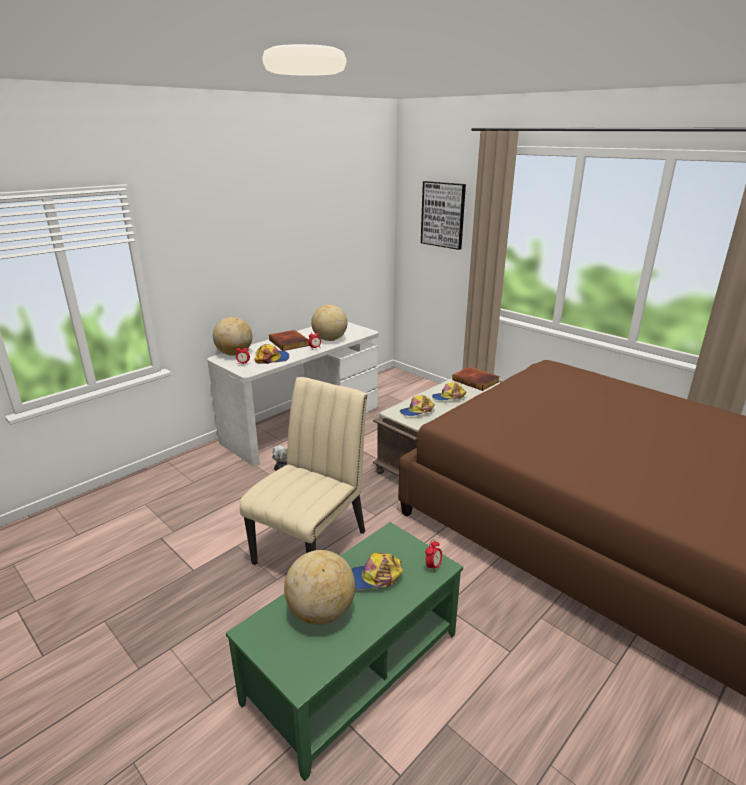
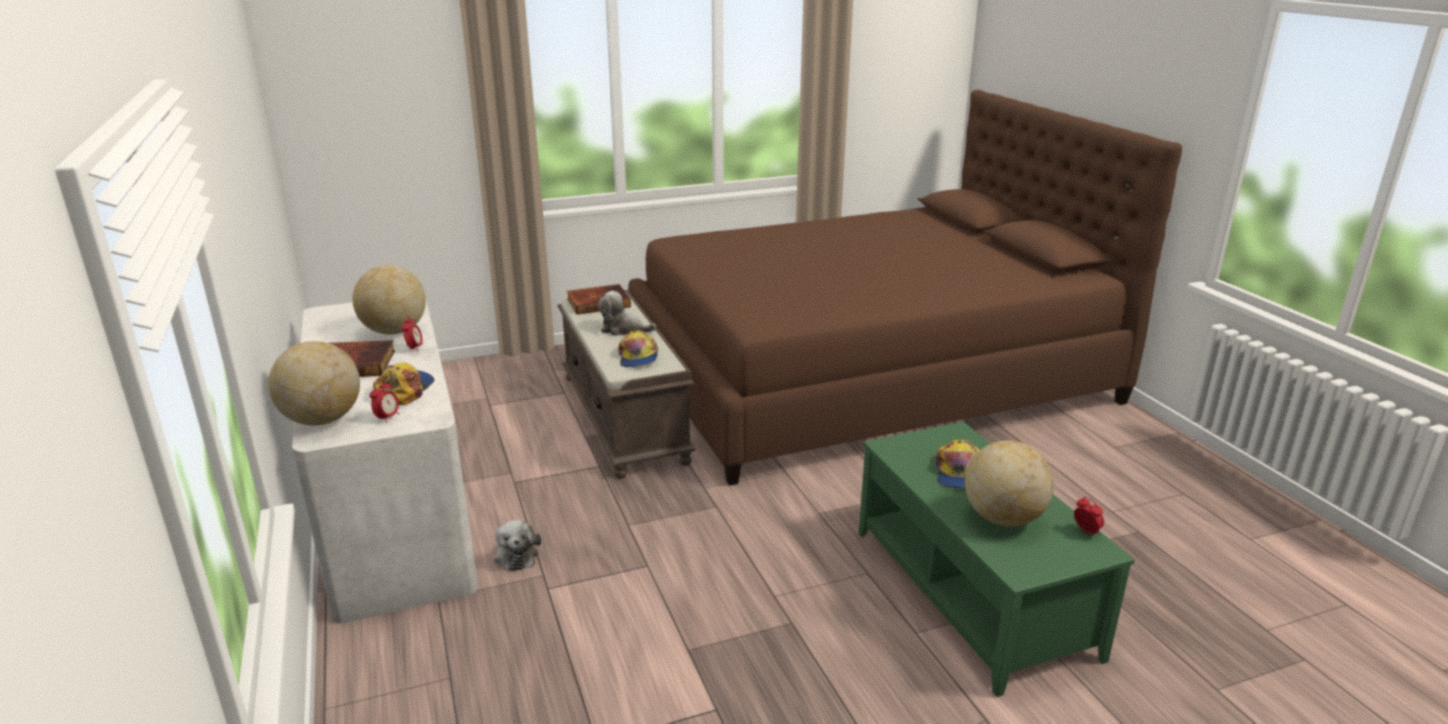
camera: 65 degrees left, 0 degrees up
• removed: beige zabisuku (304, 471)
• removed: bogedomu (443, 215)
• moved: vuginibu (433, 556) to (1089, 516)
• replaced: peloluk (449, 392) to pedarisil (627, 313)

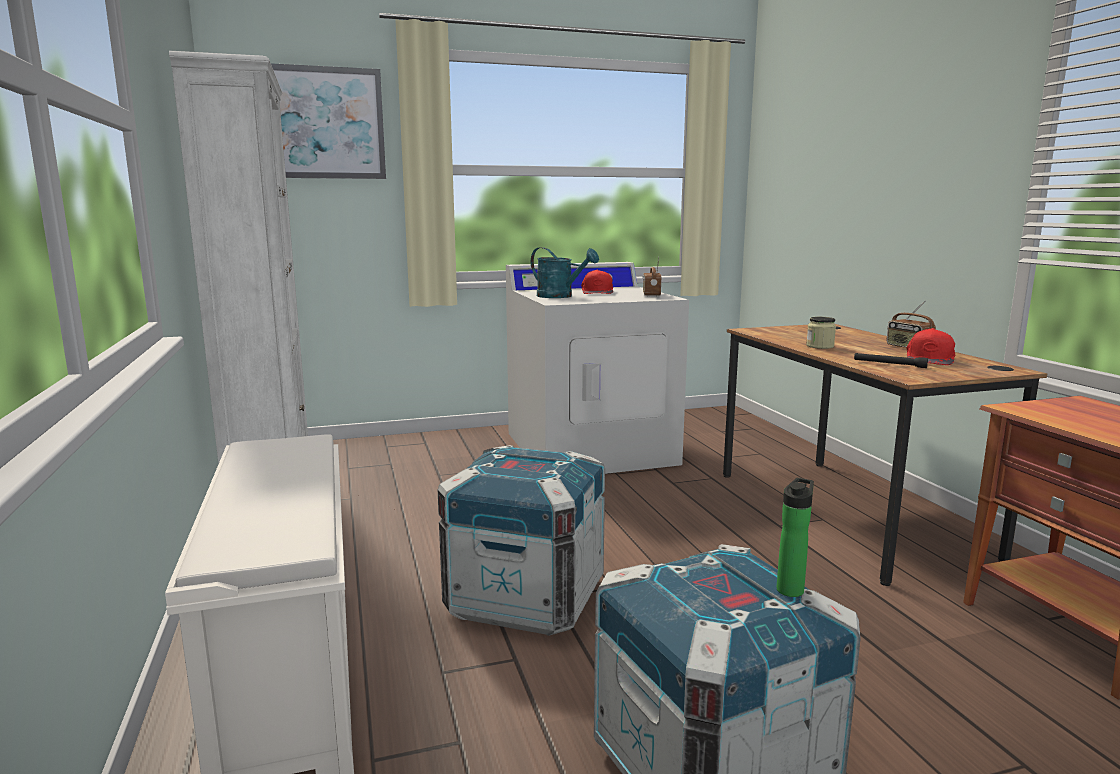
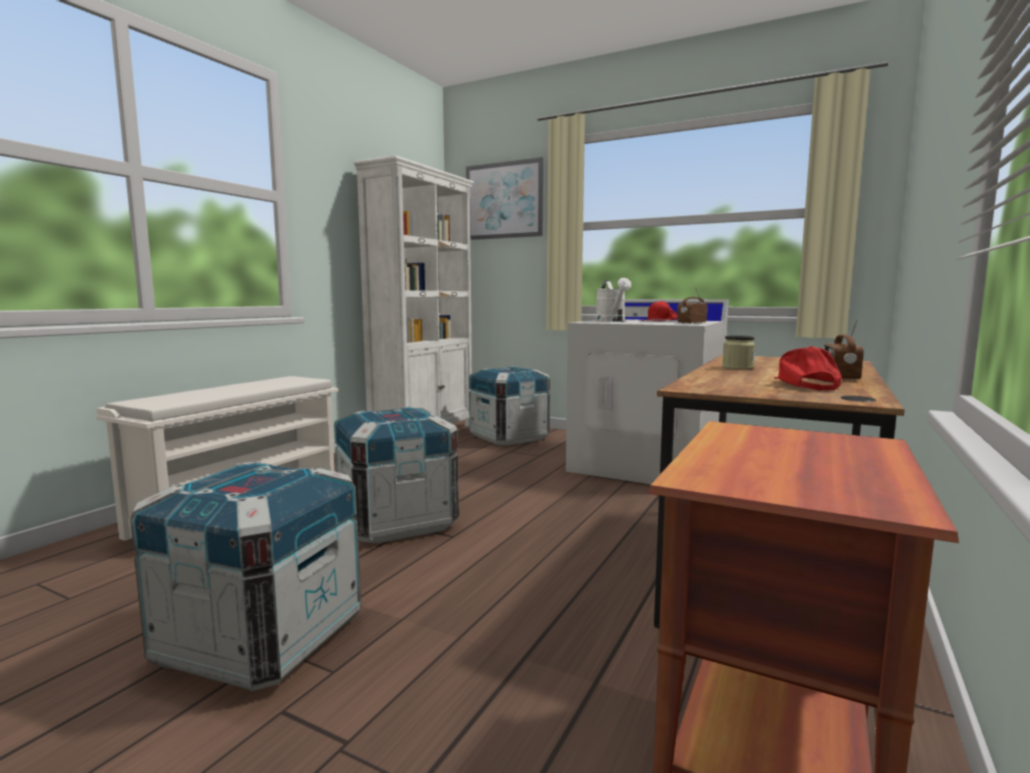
camera: 45 degrees right, 5 degrees down
• removed: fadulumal (795, 537)
• removed: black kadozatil (891, 360)
• added: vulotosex (509, 406)
• recoloured: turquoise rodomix (565, 272) to white rodomix (613, 300)
• turned: red peloluk (931, 346) = (808, 368) 120 degrees clockwise

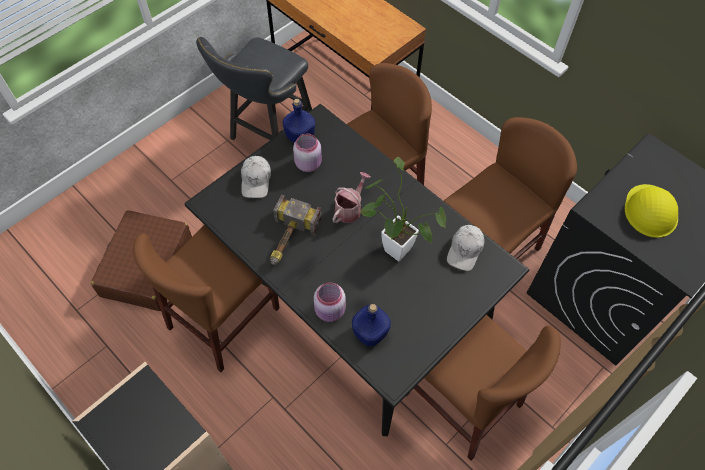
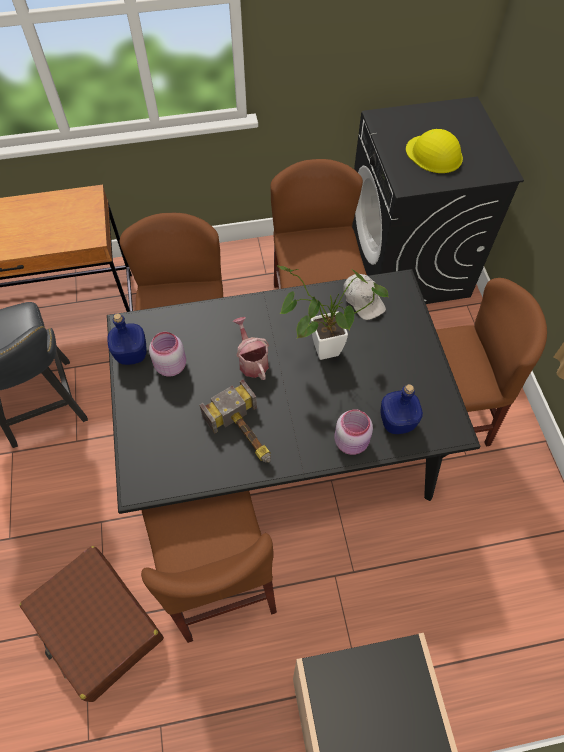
camera: 55 degrees left, 0 degrees up
• removed: white peloluk (256, 177)

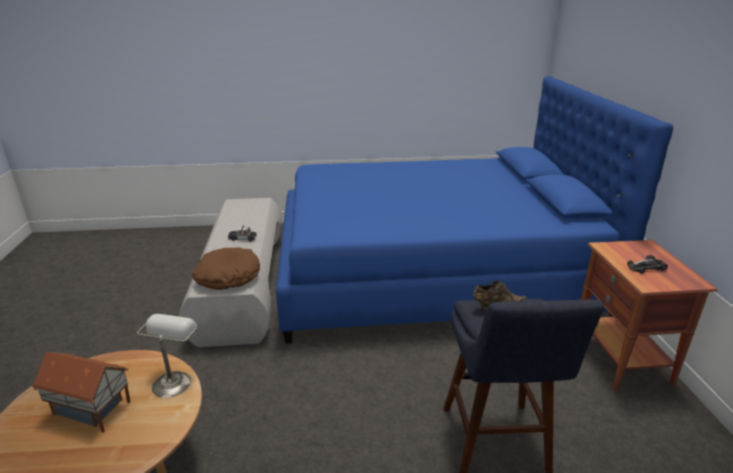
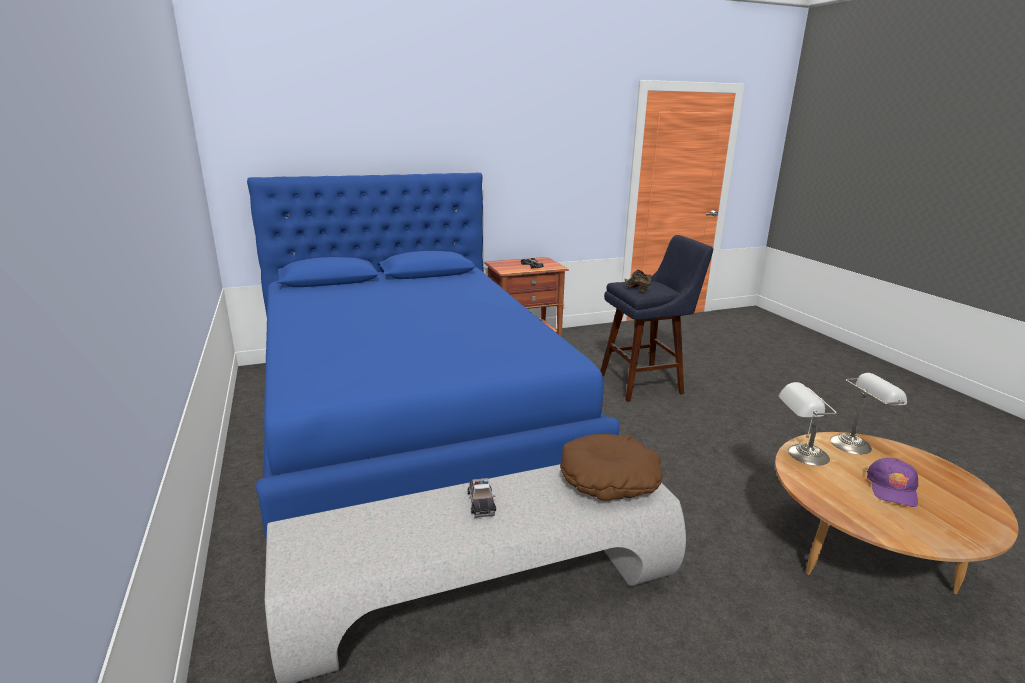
camera: 105 degrees left, 5 degrees down
• added: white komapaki (868, 413)
• replaced: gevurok (81, 392) to purple peloluk (892, 482)

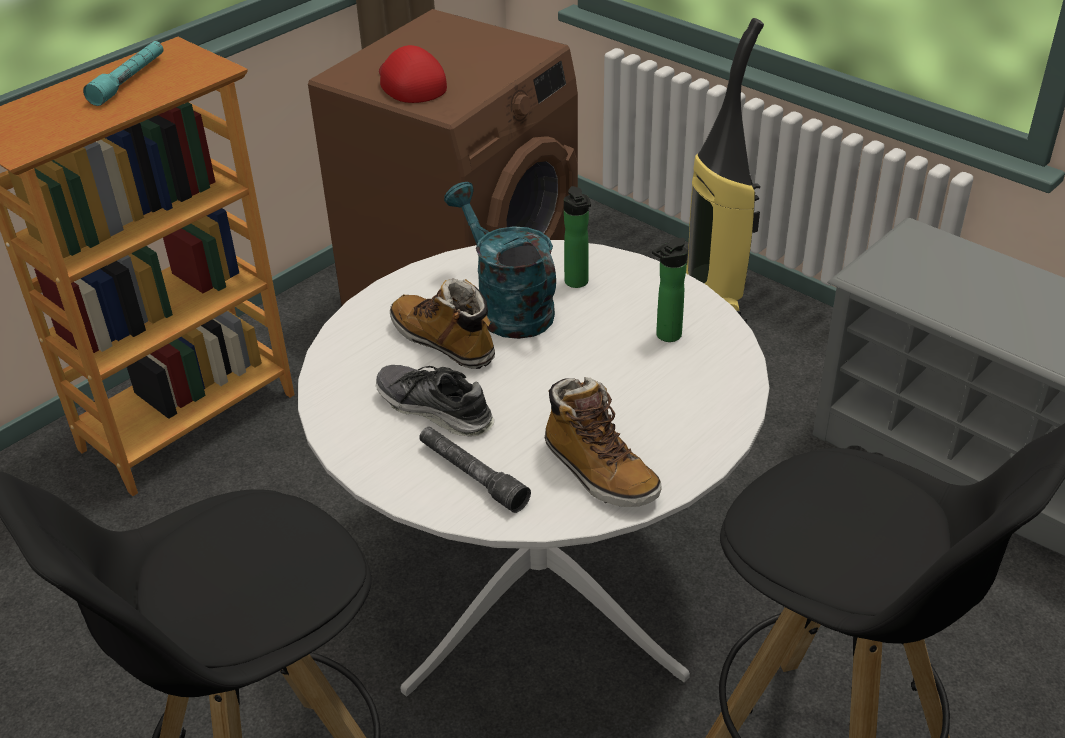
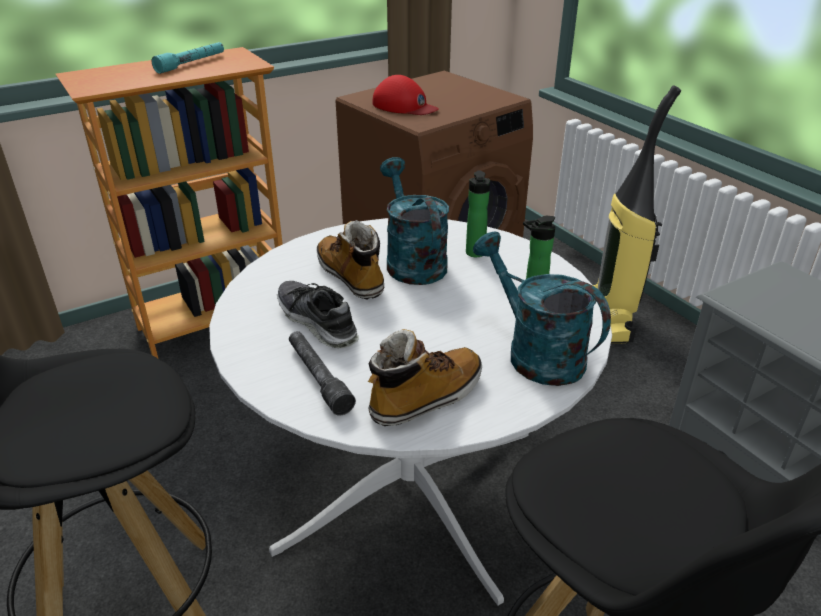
camera: 15 degrees right, 5 degrees down
• added: turquoise rodomix (542, 308)
• turned: red peloluk (413, 74) = (406, 95) 135 degrees clockwise
• turned: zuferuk (603, 442) = (425, 377) 105 degrees counterclockwise

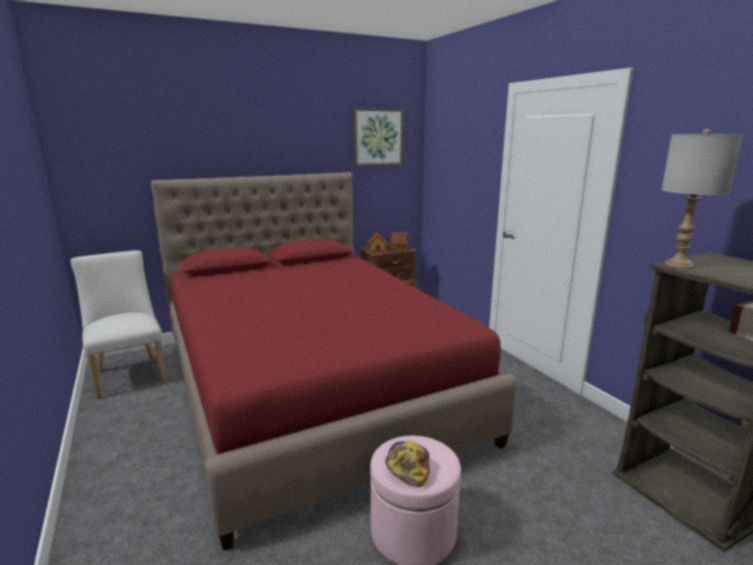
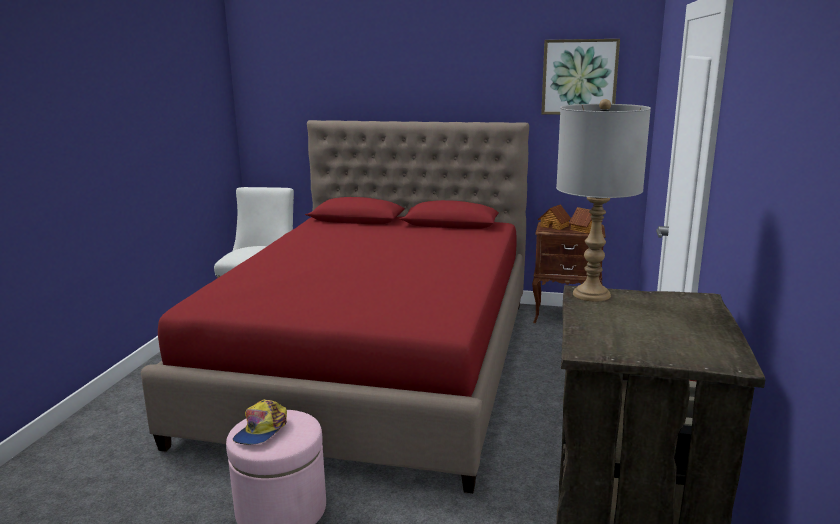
camera: 40 degrees right, 0 degrees up
• turned: peloluk (407, 464) = (260, 422) 150 degrees clockwise

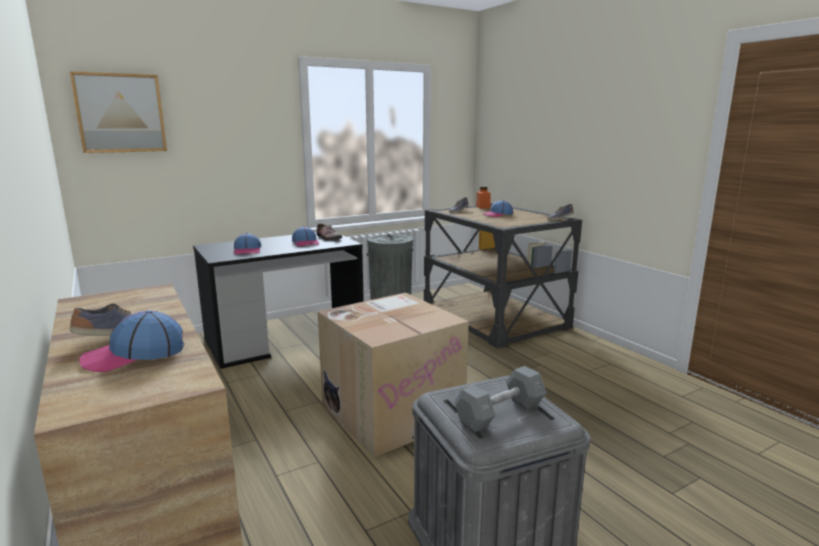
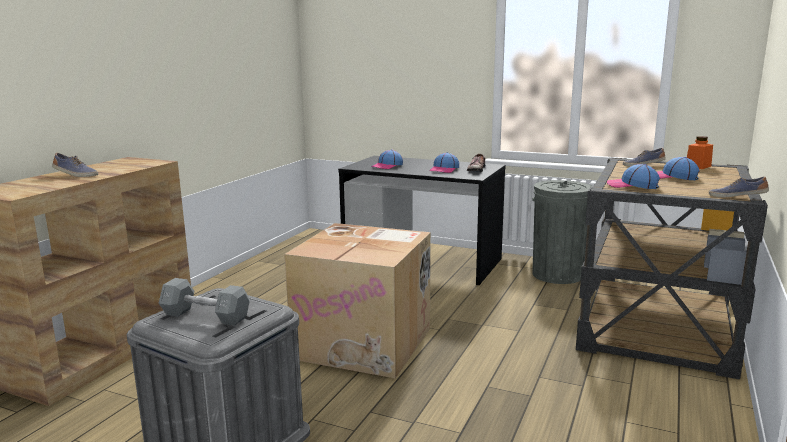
camera: 55 degrees right, 0 degrees up
• removed: bogedomu (118, 112)
• moved: peloluk (131, 341) to (633, 176)

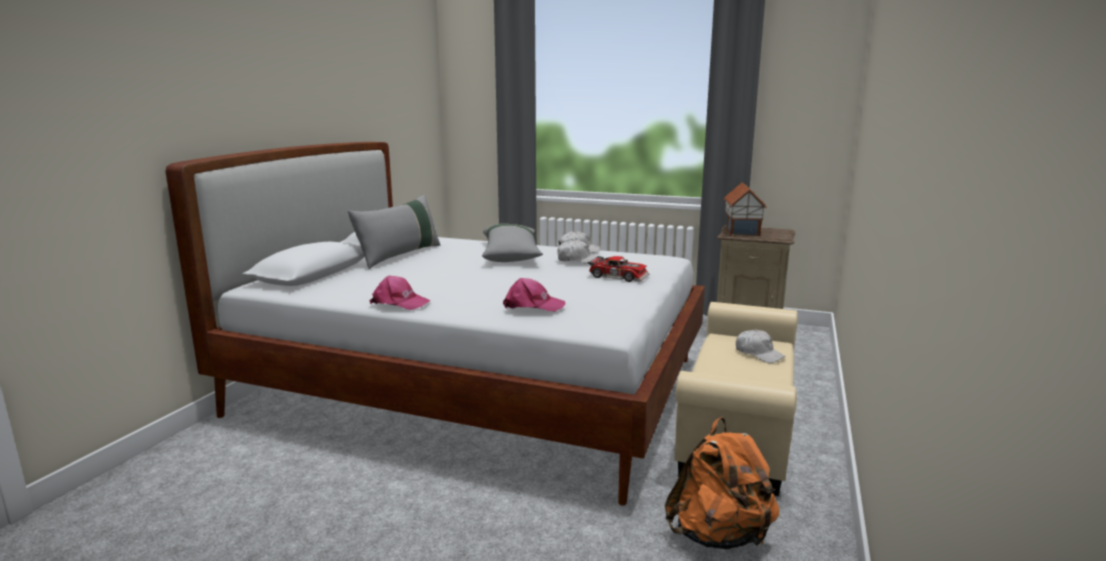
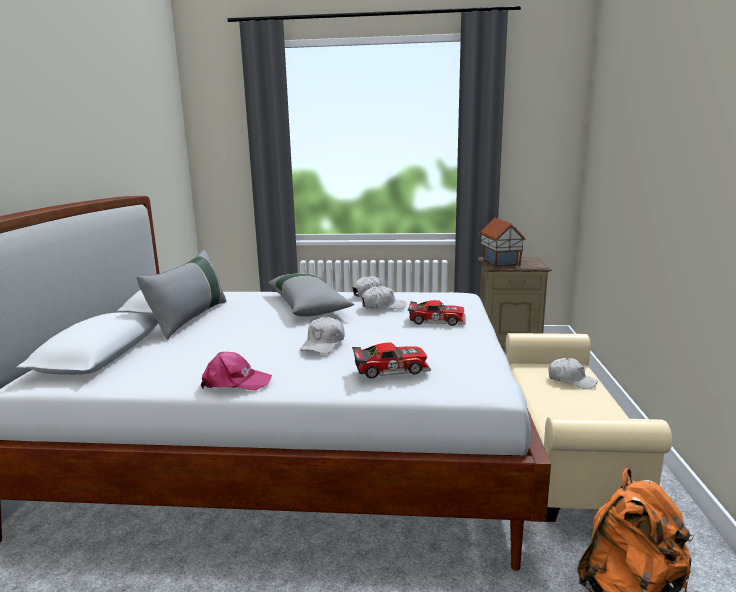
camera: 15 degrees left, 0 degrees up
• added: white peloluk (322, 335)
• replaced: pink peloluk (534, 295) to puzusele (391, 360)

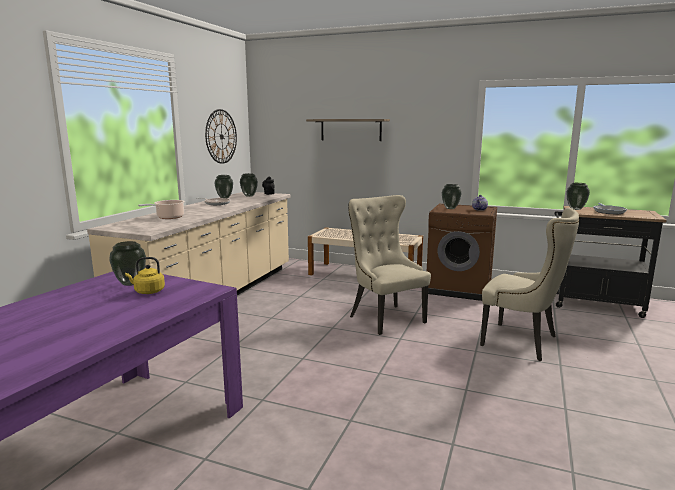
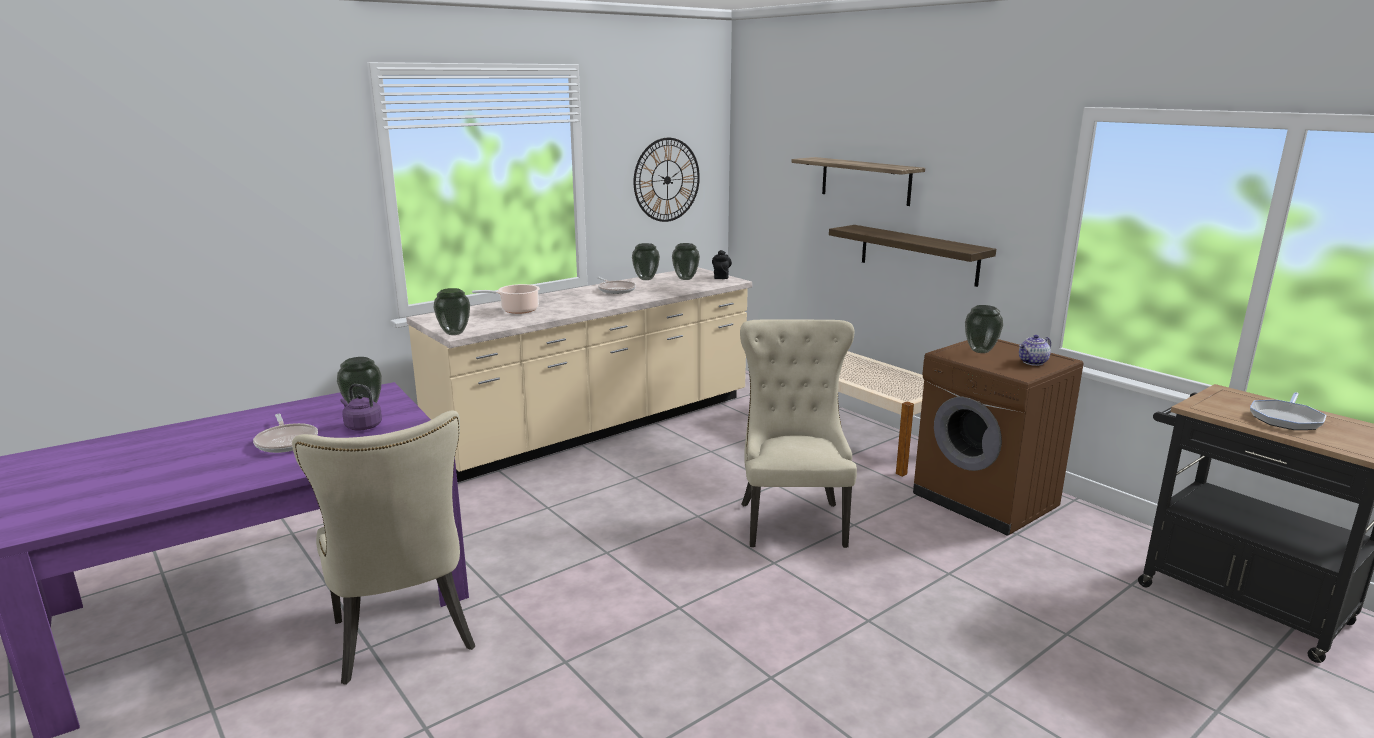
camera: 30 degrees right, 5 degrees up
• added: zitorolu (285, 433)
• added: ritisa (912, 256)
• moved: beige zabisuku (529, 284) to (383, 548)
• moved: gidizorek (578, 196) to (451, 311)
• recoloured: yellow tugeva (145, 275) to purple tugeva (361, 407)

